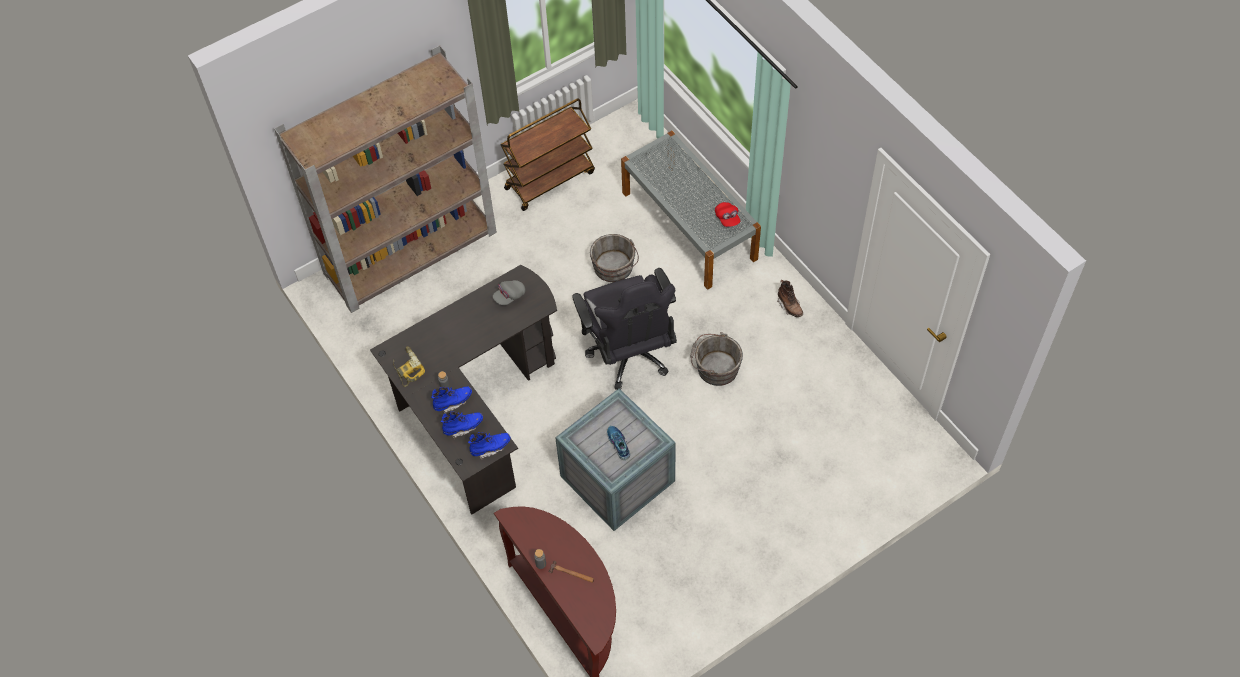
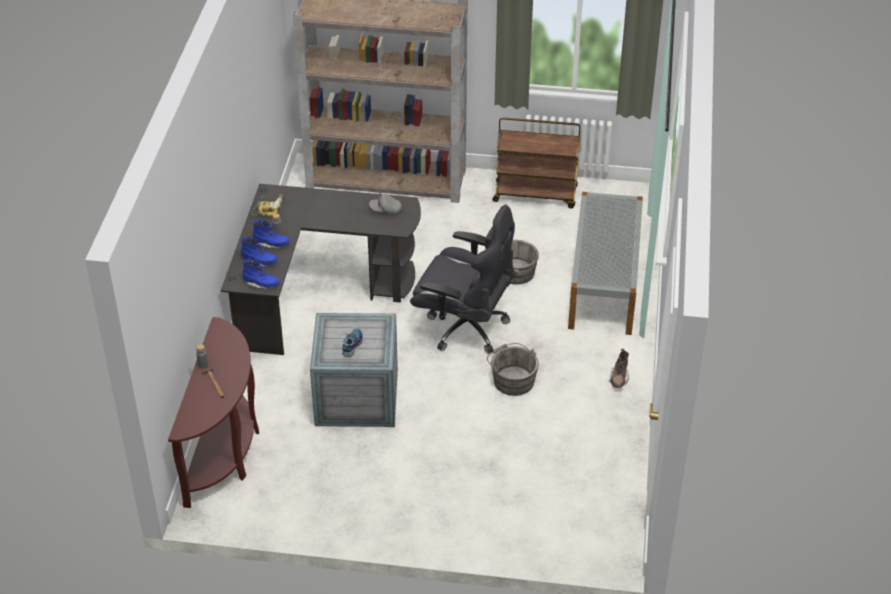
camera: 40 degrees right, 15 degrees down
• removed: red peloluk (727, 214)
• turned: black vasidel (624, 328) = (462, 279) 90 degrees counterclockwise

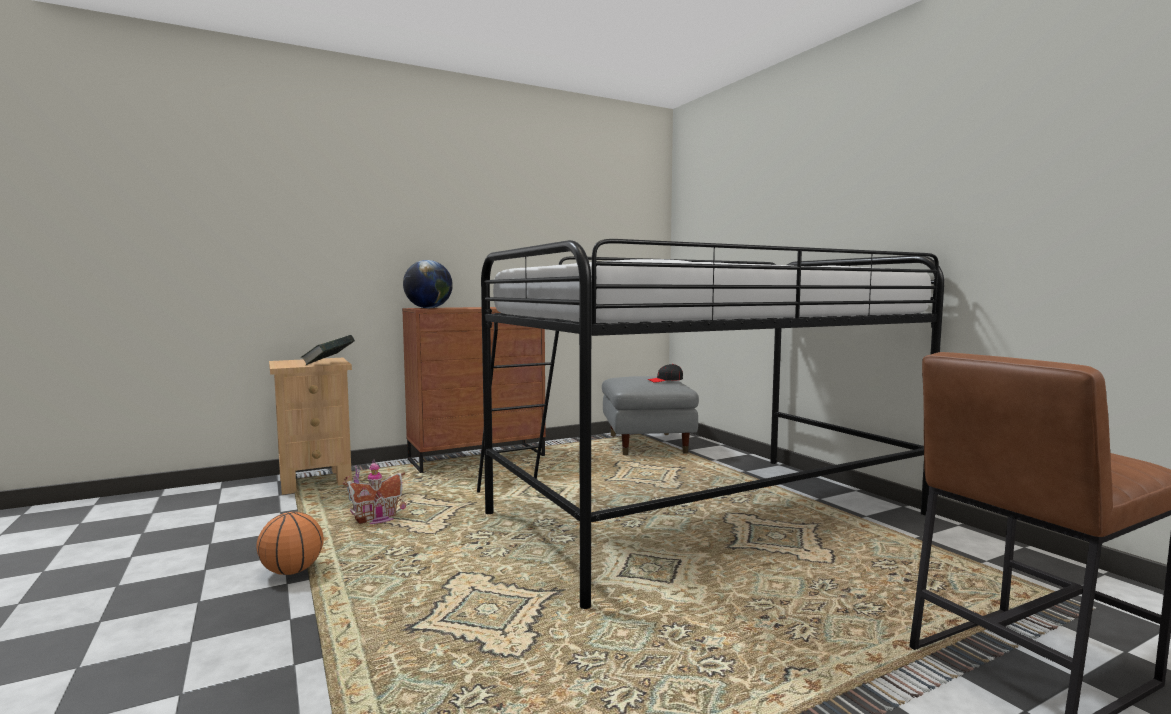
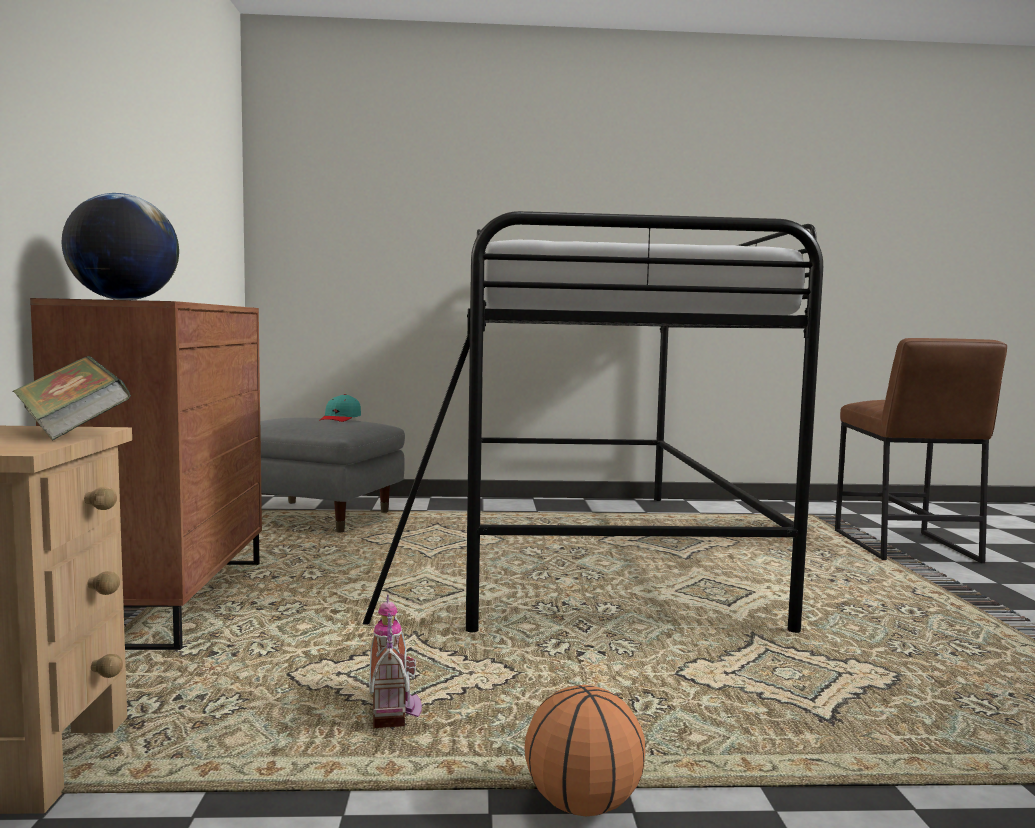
camera: 65 degrees left, 0 degrees up
• recoloured: black peloluk (665, 373) to turquoise peloluk (340, 408)

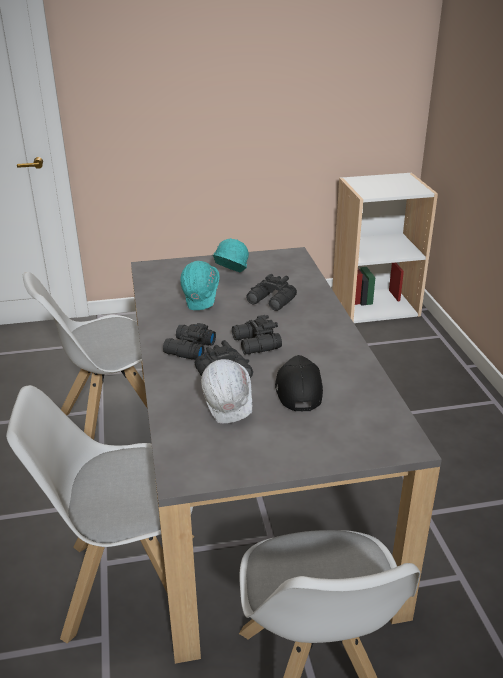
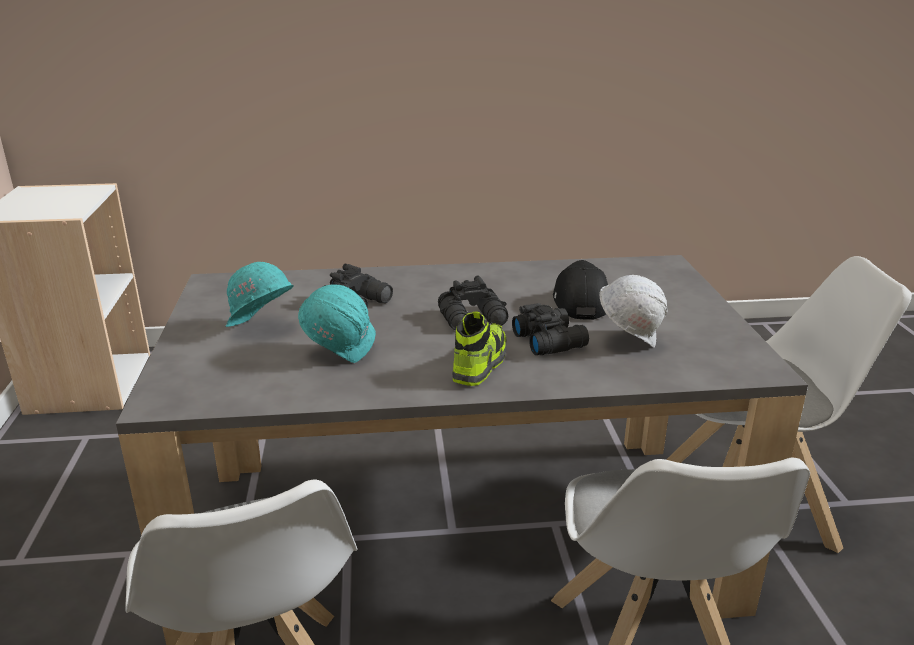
camera: 85 degrees left, 5 degrees down
• replaced: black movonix (189, 341) to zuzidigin (479, 348)
• turned: black peloluk (299, 383) = (580, 290) 90 degrees clockwise

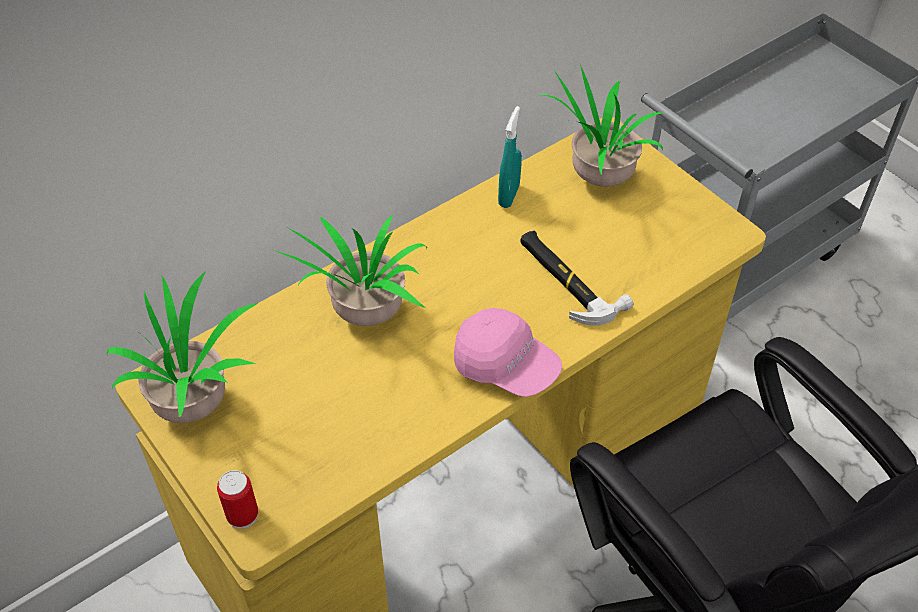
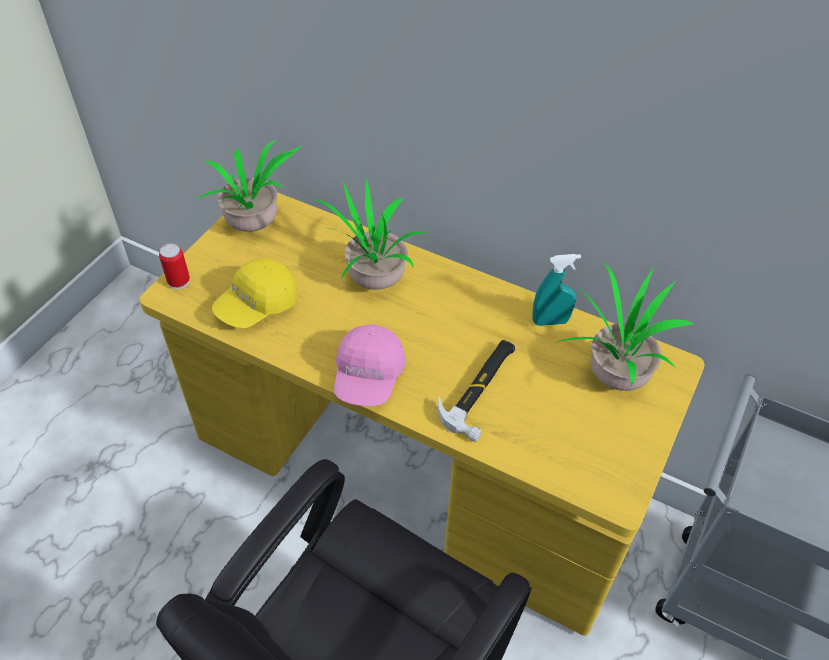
camera: 65 degrees right, 0 degrees up
• added: yellow peloluk (254, 293)

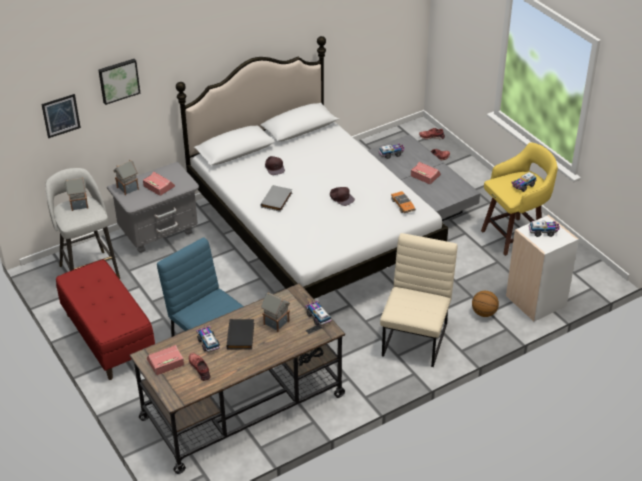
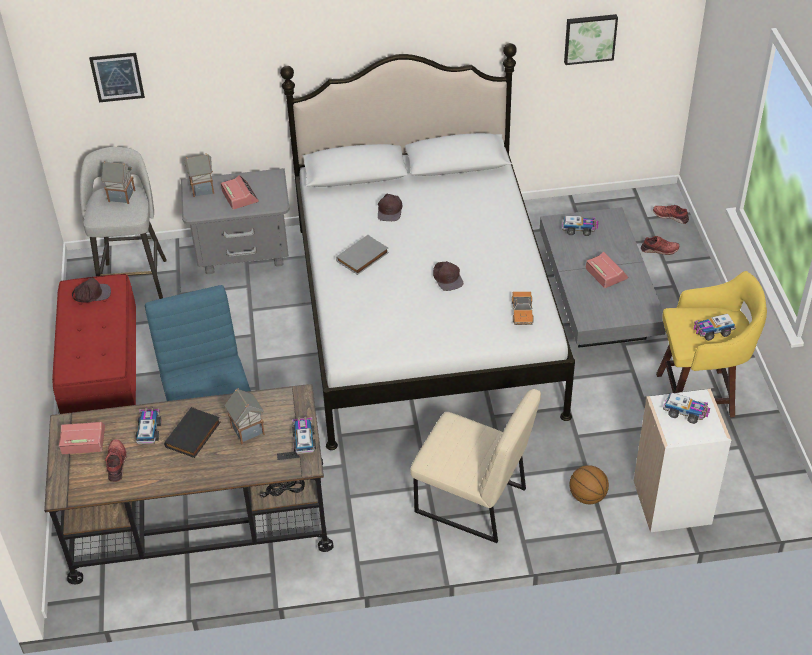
camera: 25 degrees right, 5 degrees up
• added: brown peloluk (91, 290)
• moved: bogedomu (119, 82) to (591, 39)
• turned: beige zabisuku (419, 300) = (475, 466) 75 degrees clockwise

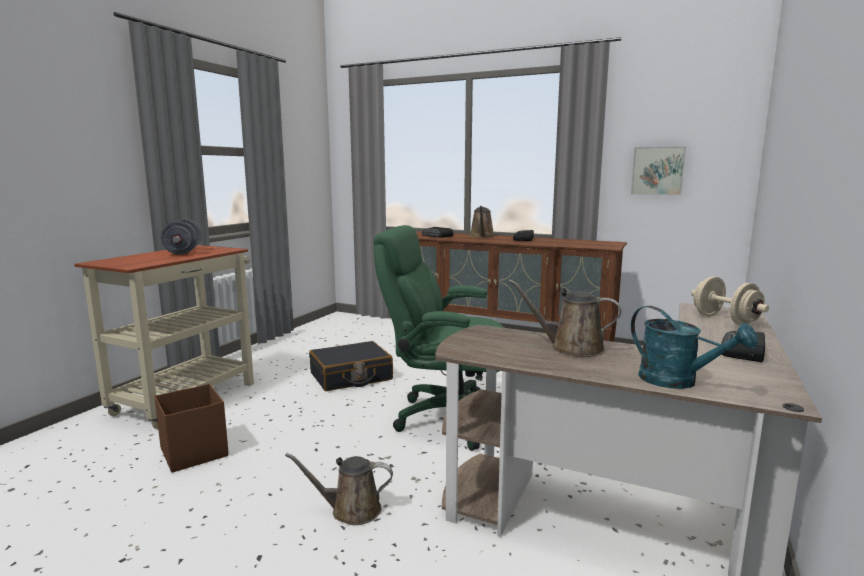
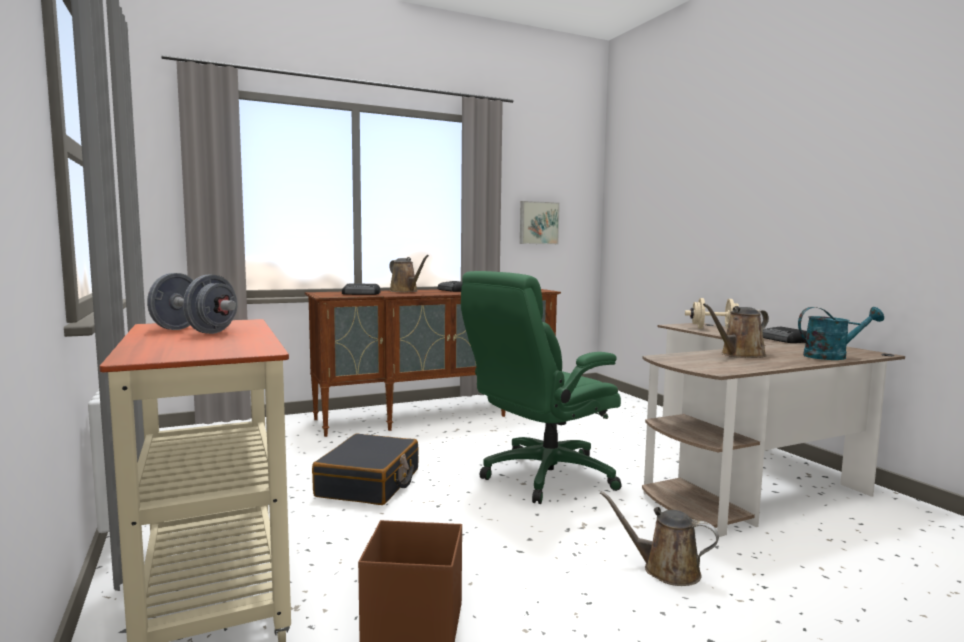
camera: 50 degrees left, 5 degrees down
• turned: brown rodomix (339, 489) = (659, 538) 75 degrees clockwise

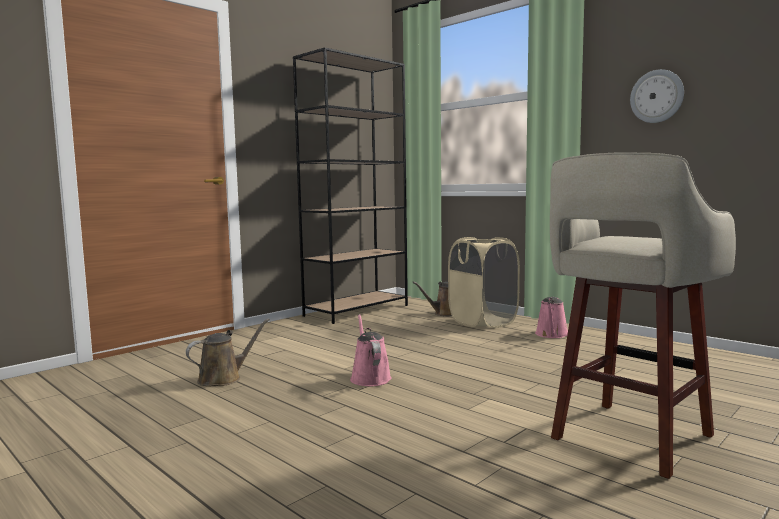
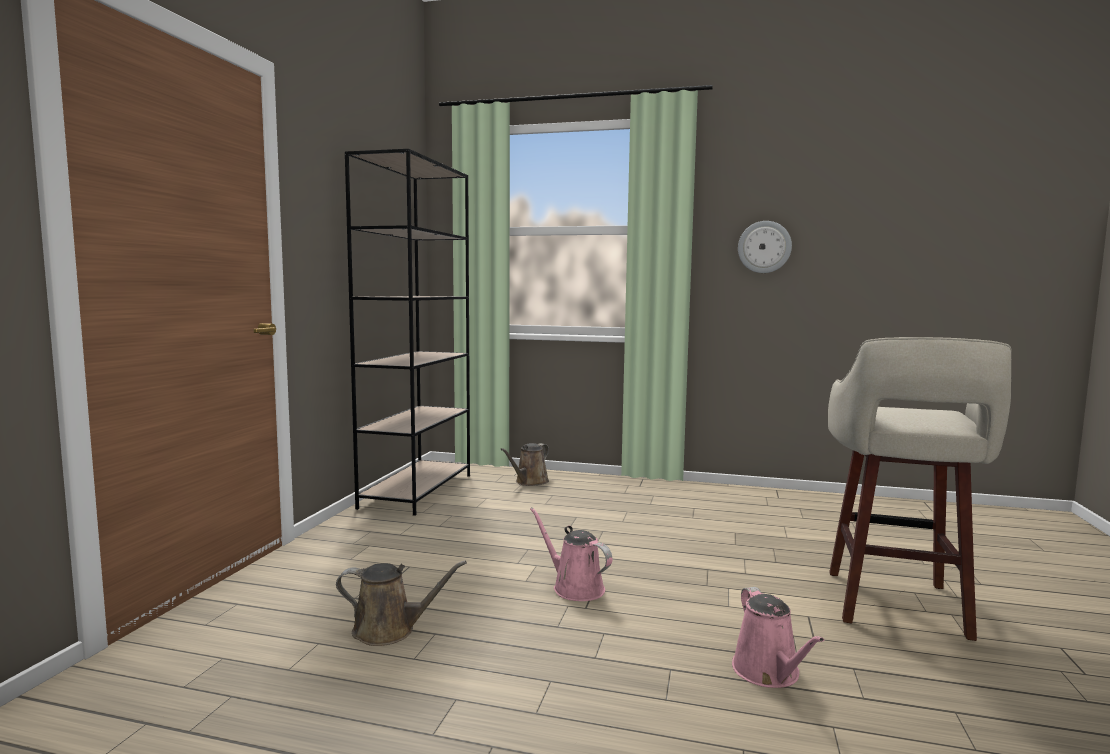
camera: 30 degrees left, 0 degrees up
• removed: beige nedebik (484, 282)
• moved: pink rodomix (551, 317) to (778, 637)
• turned: brown rodomix (228, 352) = (401, 603) 75 degrees clockwise

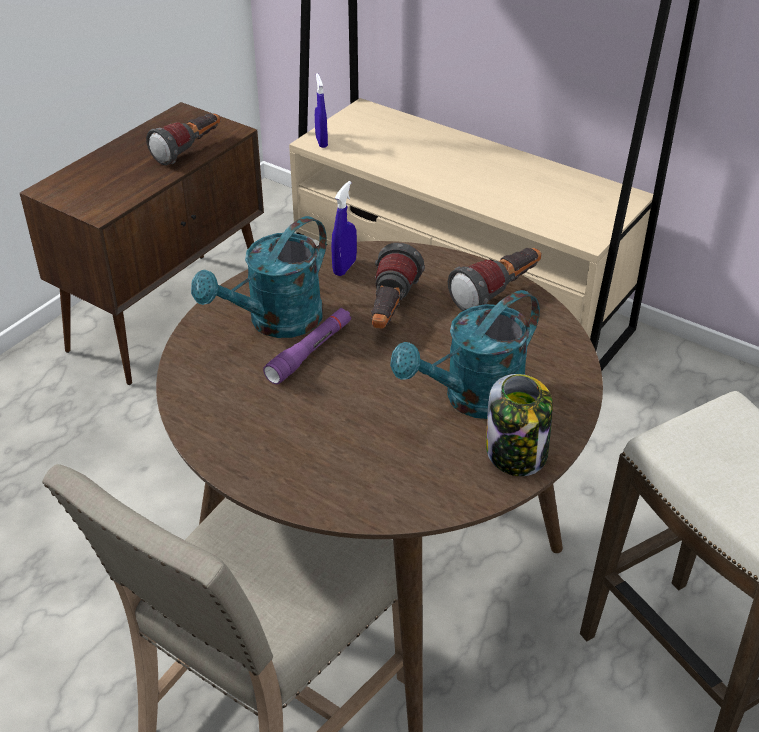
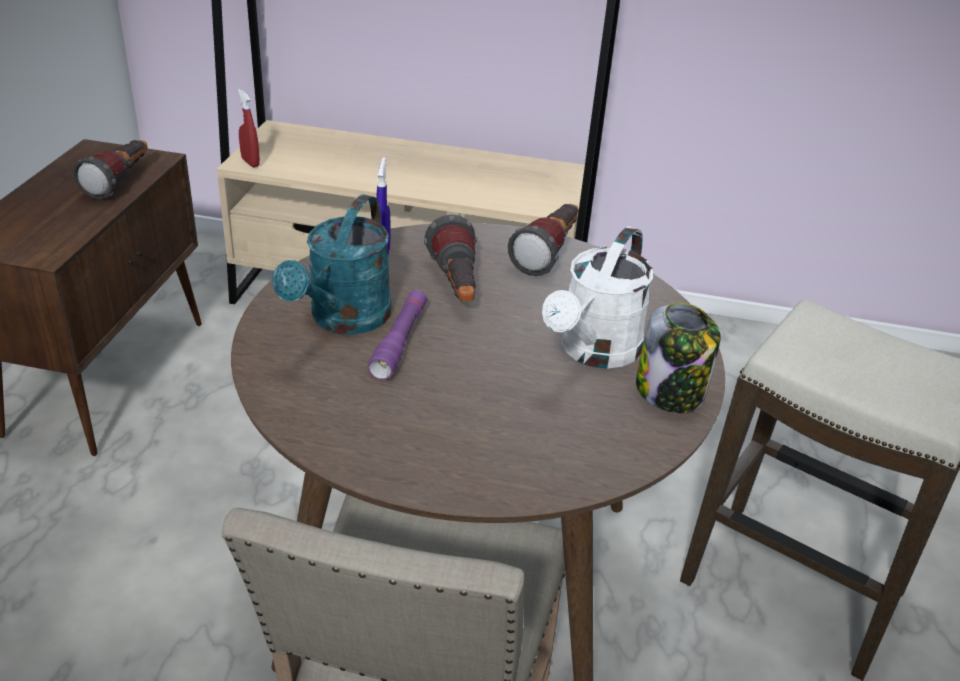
camera: 25 degrees left, 5 degrees down
• recoloured: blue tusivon (321, 110) to red tusivon (249, 128)
• recoloured: turquoise rodomix (465, 354) to white rodomix (597, 297)

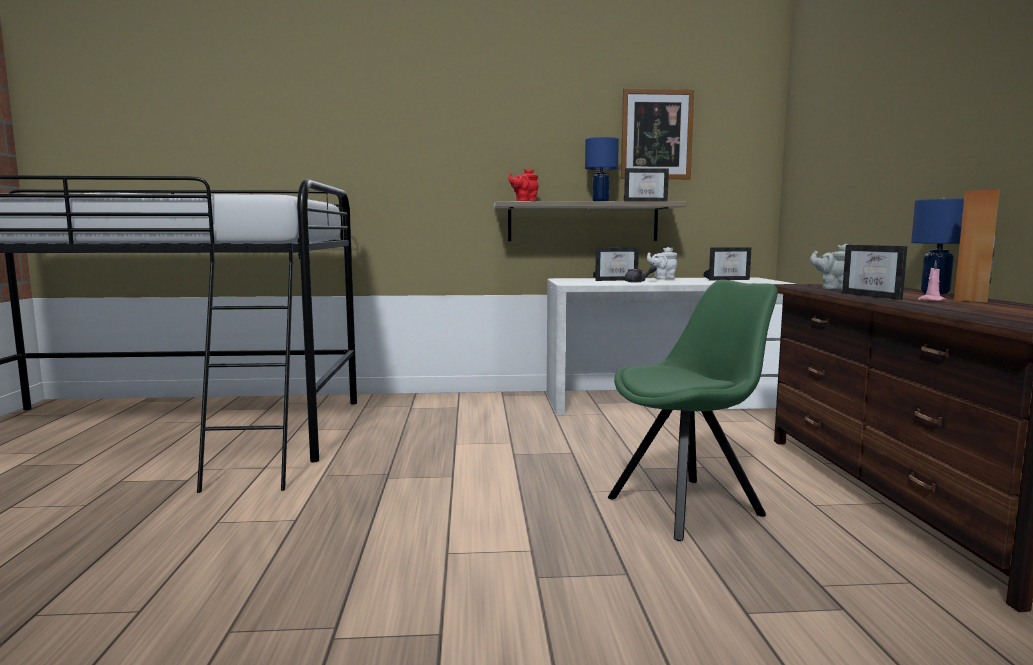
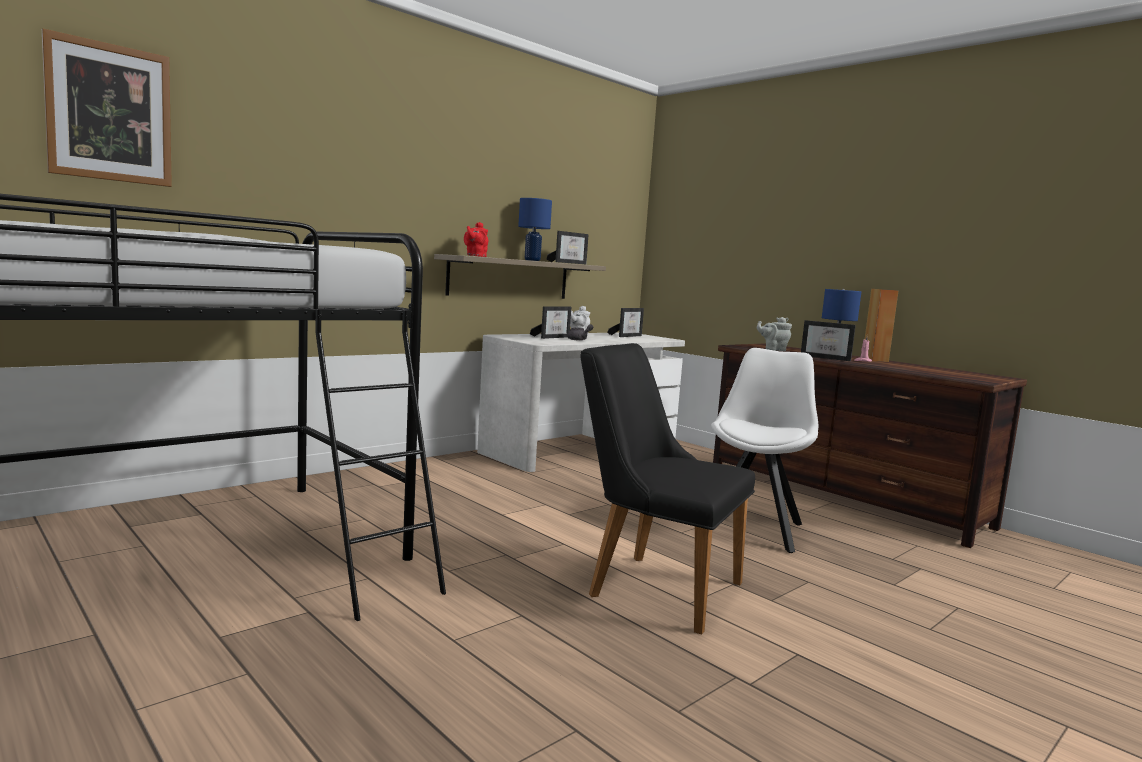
camera: 40 degrees left, 0 degrees up
• added: black zabisuku (667, 488)
• moved: bogedomu (657, 134) to (107, 107)
• recoloured: green zabisuku (693, 410) to white zabisuku (764, 450)

